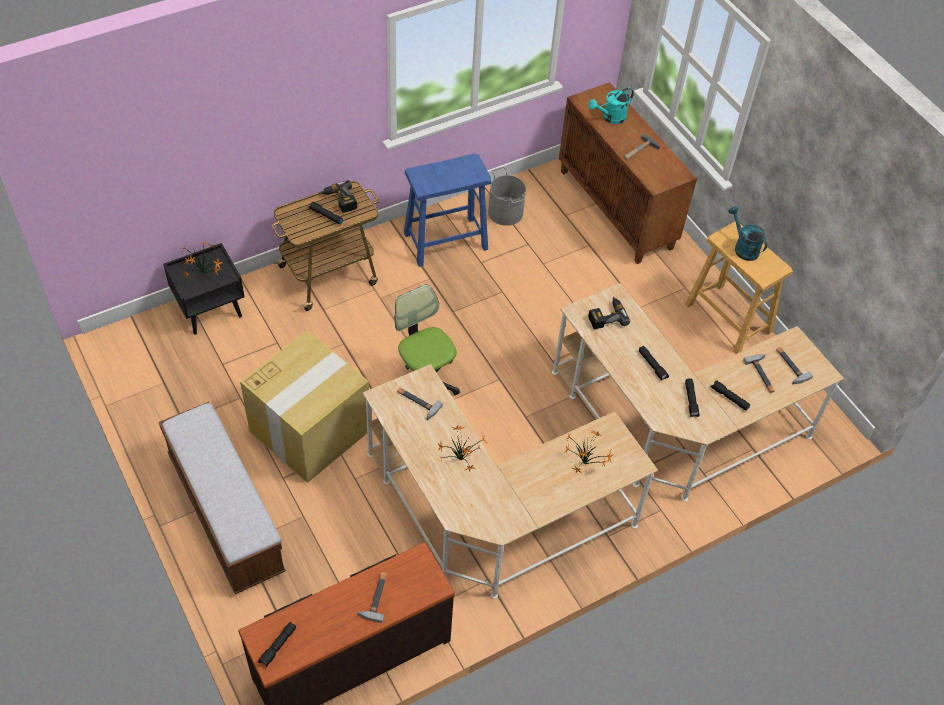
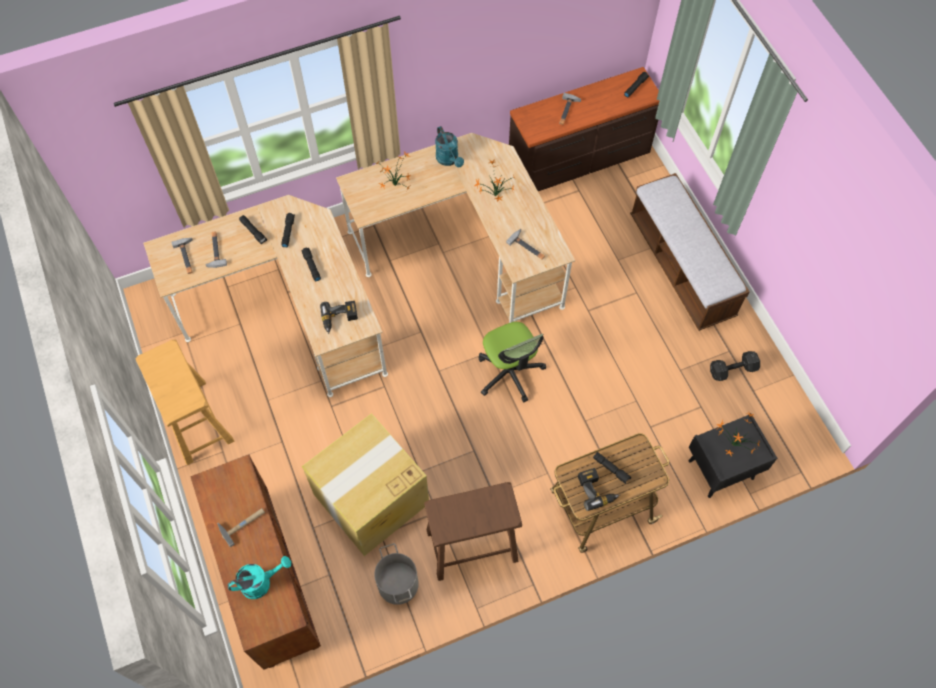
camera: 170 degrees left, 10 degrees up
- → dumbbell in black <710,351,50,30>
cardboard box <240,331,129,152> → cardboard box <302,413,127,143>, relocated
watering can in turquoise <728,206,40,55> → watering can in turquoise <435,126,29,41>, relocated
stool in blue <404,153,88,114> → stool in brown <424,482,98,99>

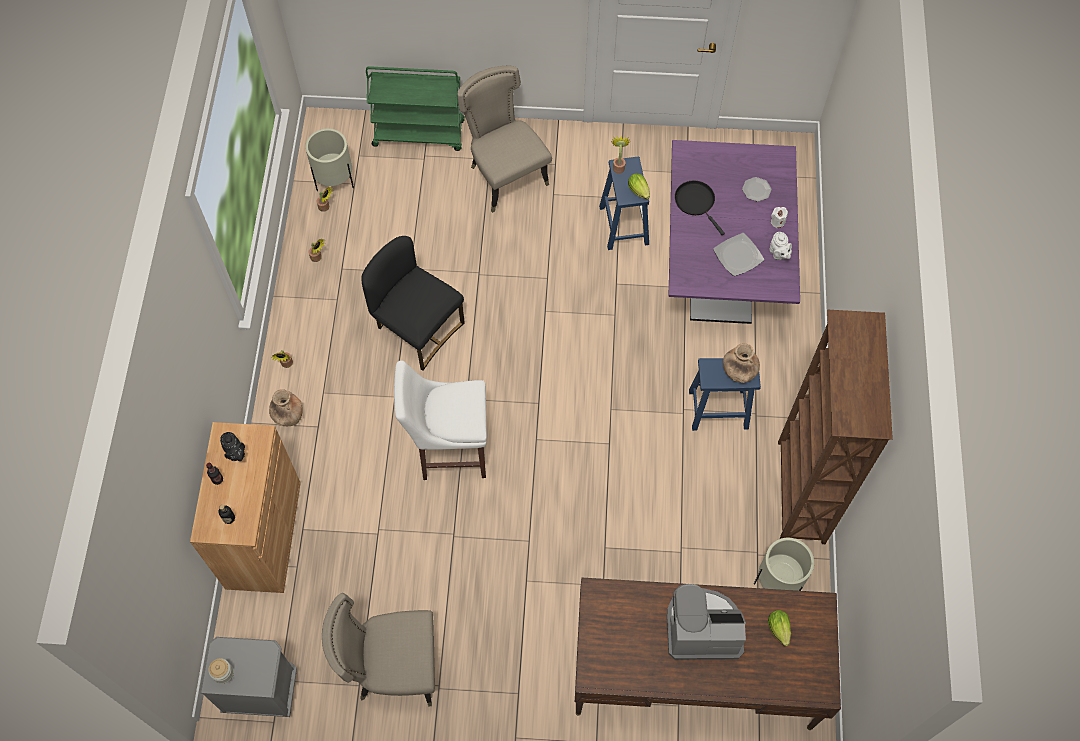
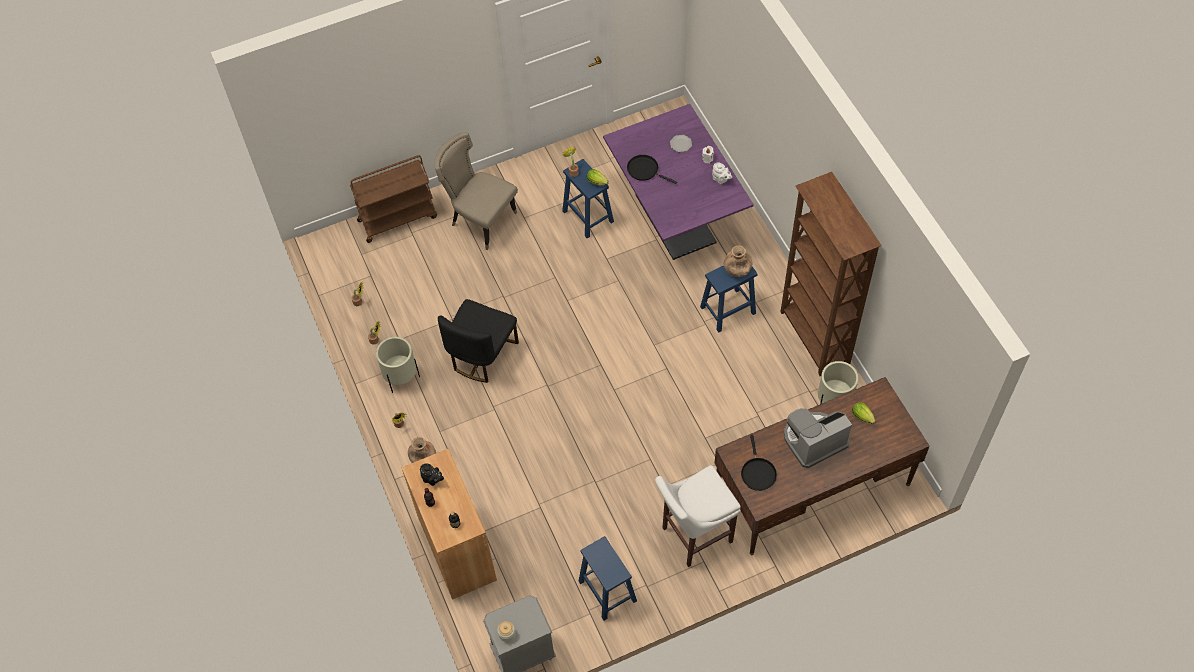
camera: 25 degrees left, 5 degrees down
plate <713,233,51,43> → -
- → frying pan in black <741,435,36,56>
planter in beige <305,128,49,63> → planter in beige <376,337,44,56>, relocated
stool in white <394,361,93,119> → stool in white <655,465,86,102>, relocated
chair in beige <322,593,113,113> → stool in blue <579,536,58,85>
cart in green <366,66,99,85> → cart in brown <350,155,87,88>
chair in black <361,236,104,135> → chair in black <438,299,81,84>, 75 degrees counterclockwise

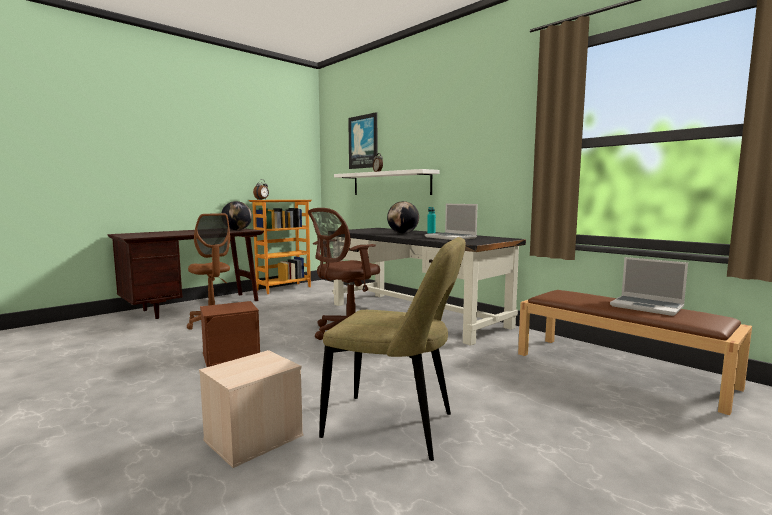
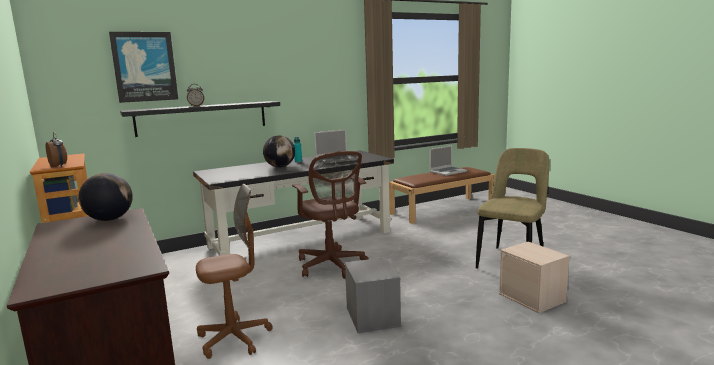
camera: 75 degrees left, 5 degrees up
storage box in brown <200,301,60,66> → storage box in grey <345,257,56,76>
shelf in white <334,169,105,26> → shelf in black <120,101,160,36>

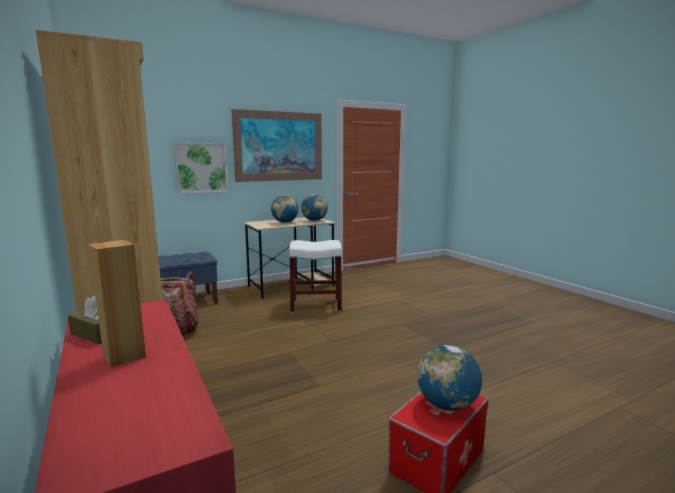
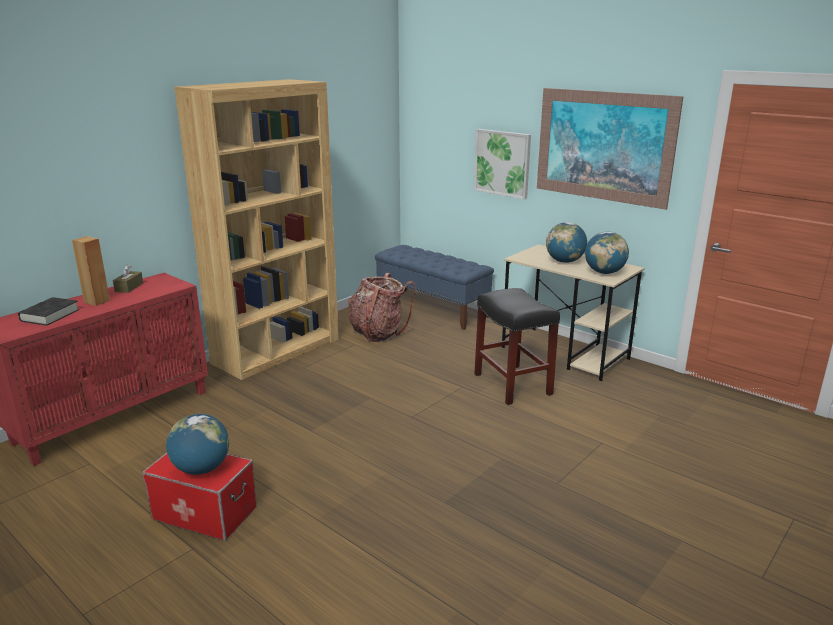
camera: 70 degrees right, 10 degrees up
- → book in black <18,297,61,29>
stool in white <289,240,53,72> → stool in black <474,288,86,117>

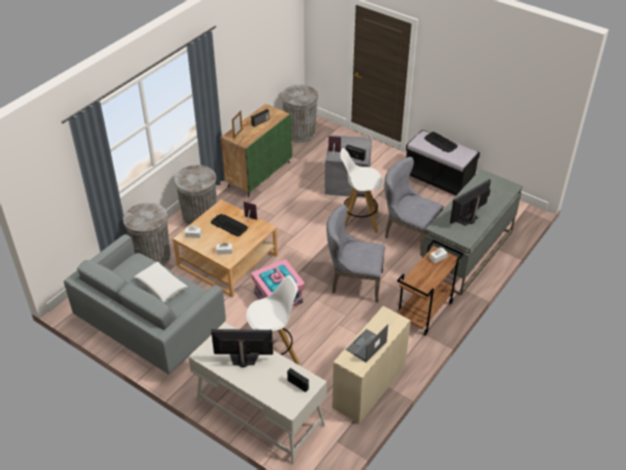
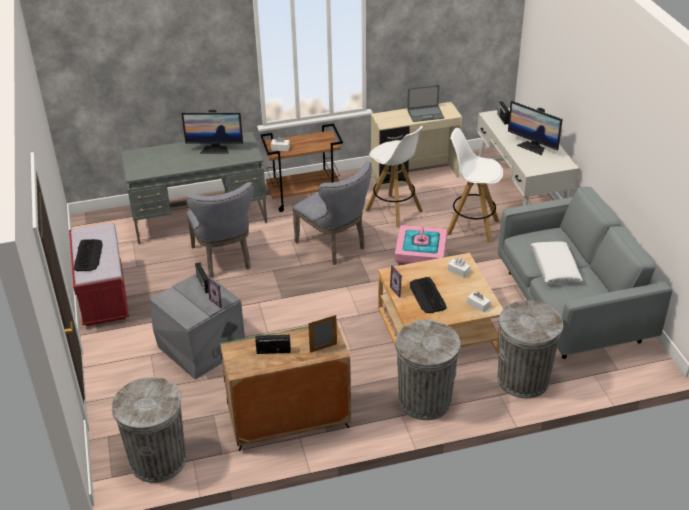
camera: 140 degrees left, 5 degrees down
stool in white <340,148,43,85> → stool in white <365,126,58,102>, relocated
bench in black <406,130,74,66> → bench in red <69,223,60,103>

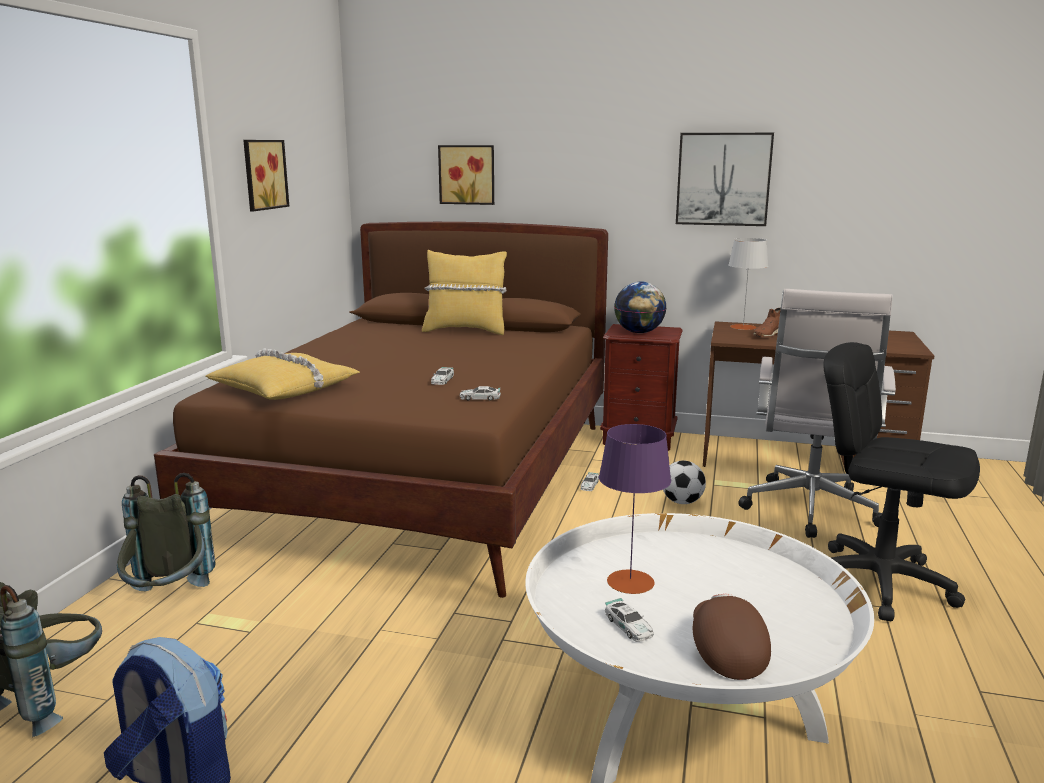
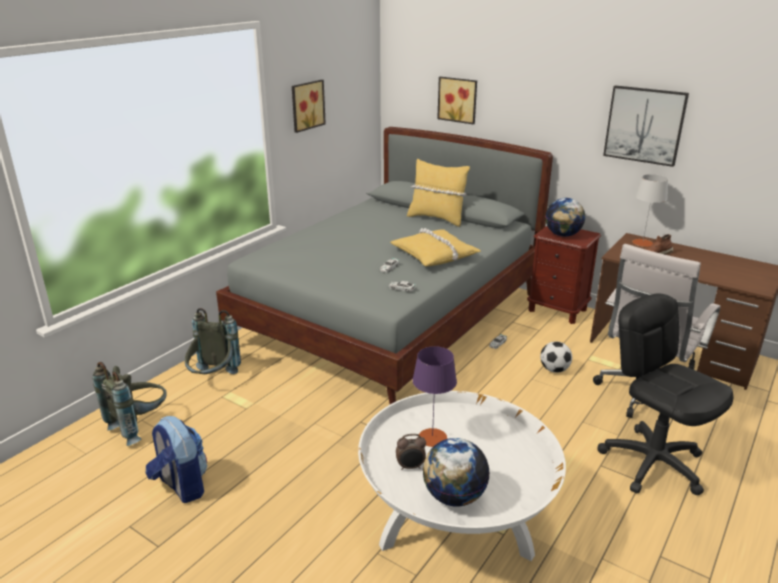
camera: 20 degrees right, 10 degrees up
pillow in yellow <206,348,154,52> → pillow in yellow <390,228,91,38>, relocated
toy car <605,598,49,44> → alarm clock <396,434,30,36>
cap in brown <693,594,78,86> → globe <423,438,67,69>
bed in brown <154,222,454,376> → bed in grey <216,127,337,277>

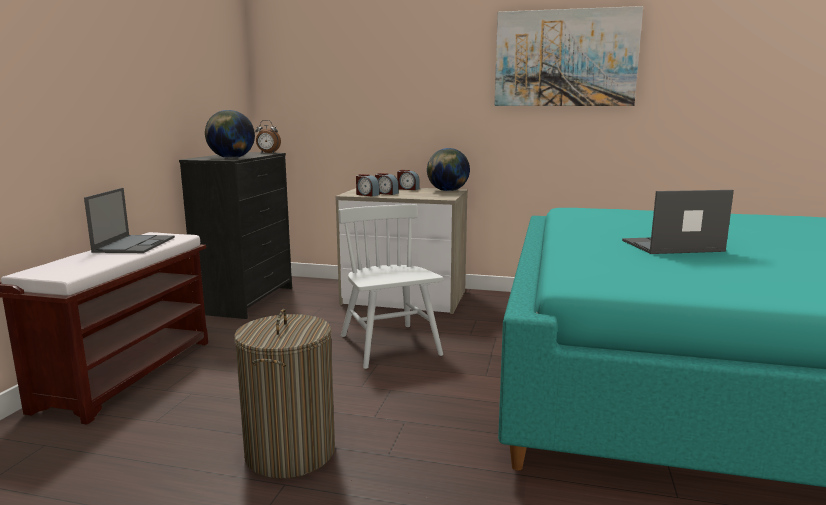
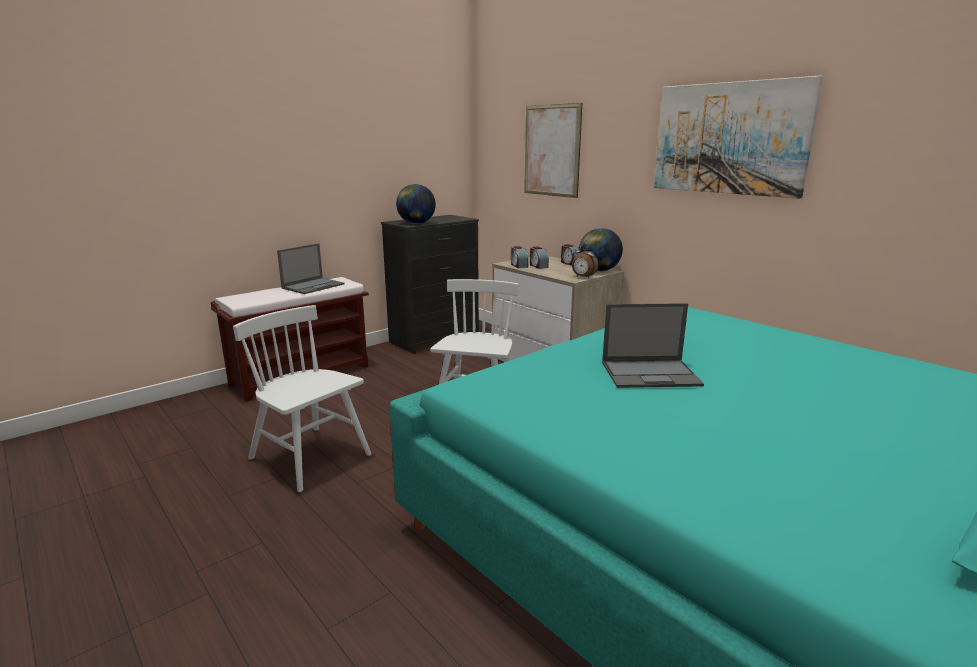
camera: 35 degrees right, 5 degrees up
- → picture <524,103,58,95>
alarm clock <255,120,26,33> → alarm clock <572,243,26,35>, relocated
laundry basket <234,309,101,170> → chair in white <233,305,138,187>
laptop <622,190,112,64> → laptop <602,303,102,85>, 150 degrees clockwise

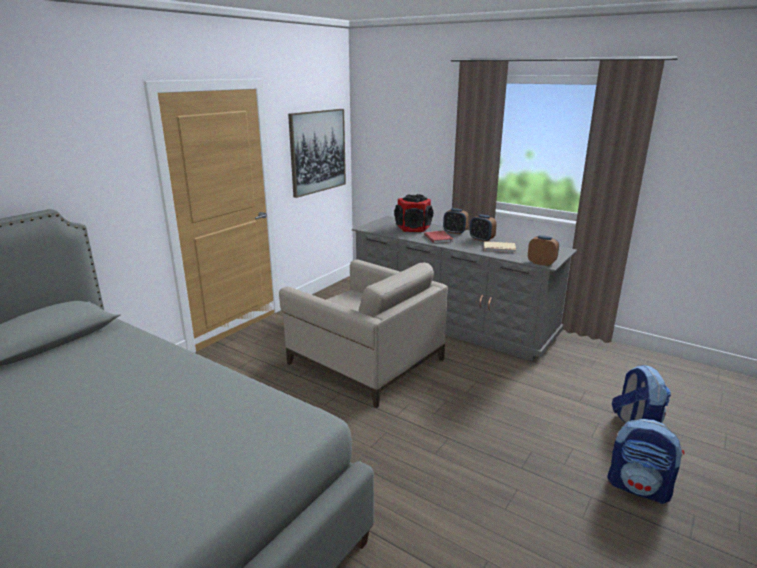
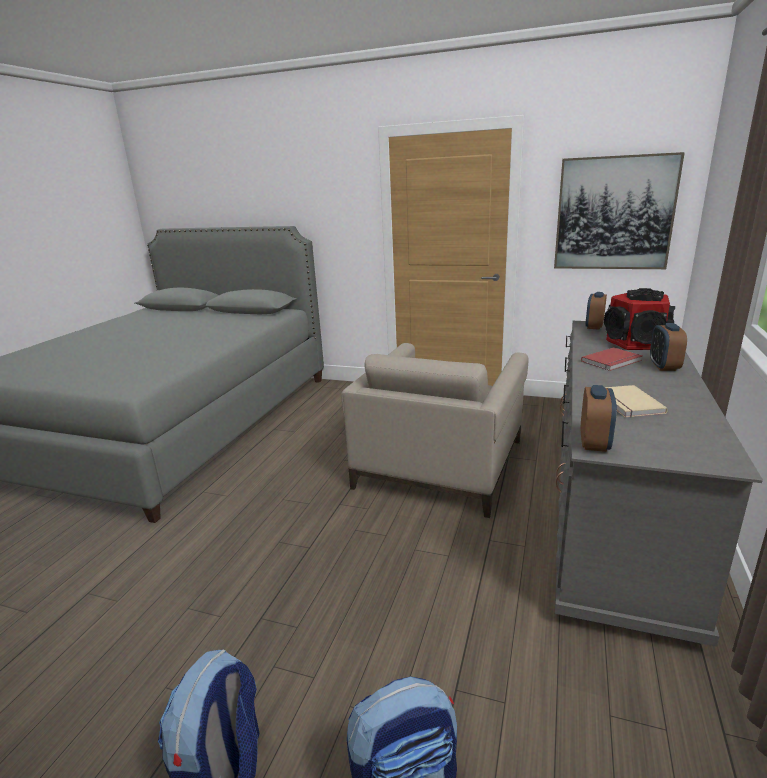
camera: 75 degrees right, 0 degrees up
alarm clock <470,214,27,28> → alarm clock <585,292,22,38>, relocated

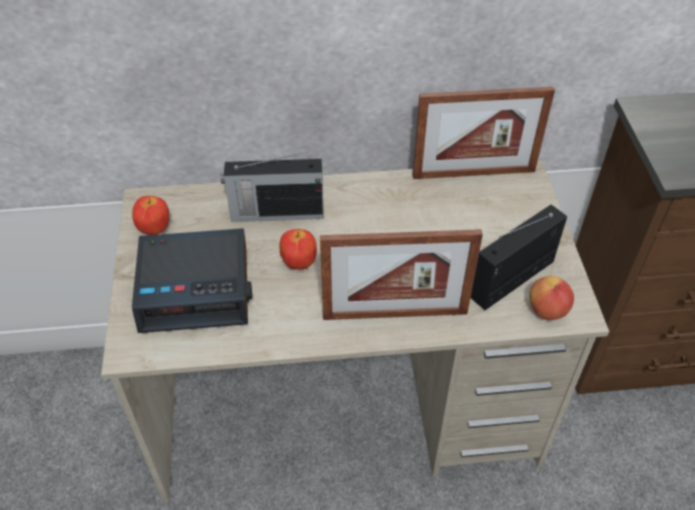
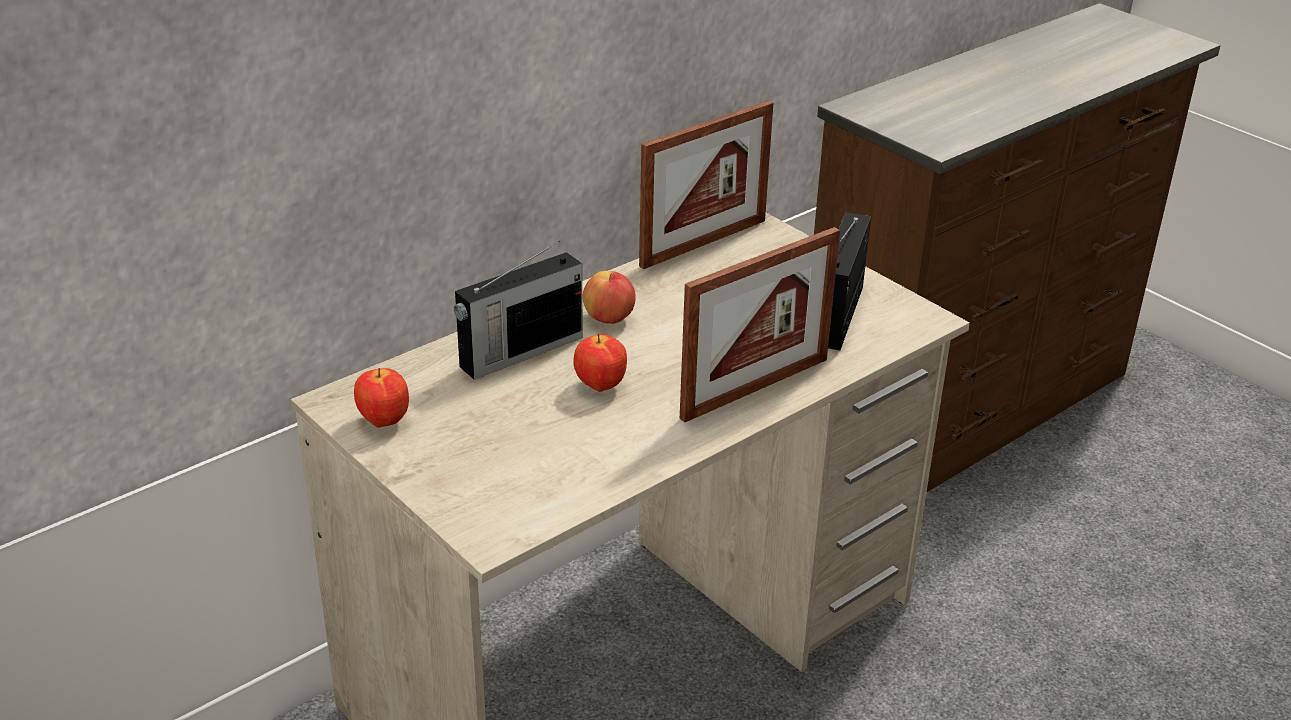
camera: 35 degrees left, 15 degrees down
alarm clock <132,228,120,105> → -
apple <529,276,45,44> → apple <582,271,54,53>, relocated

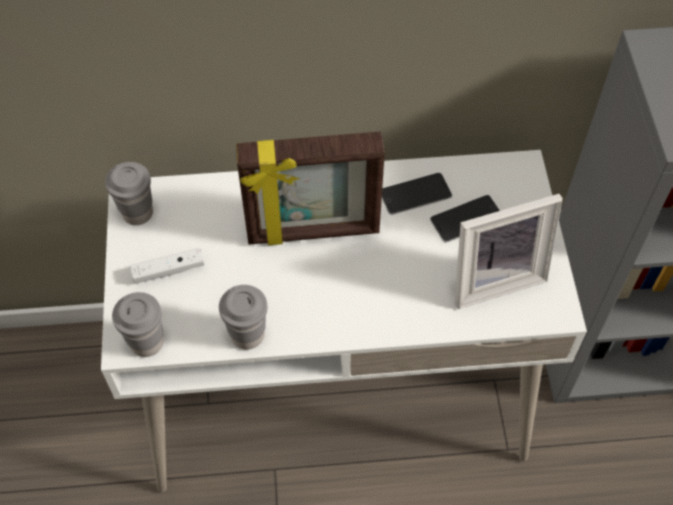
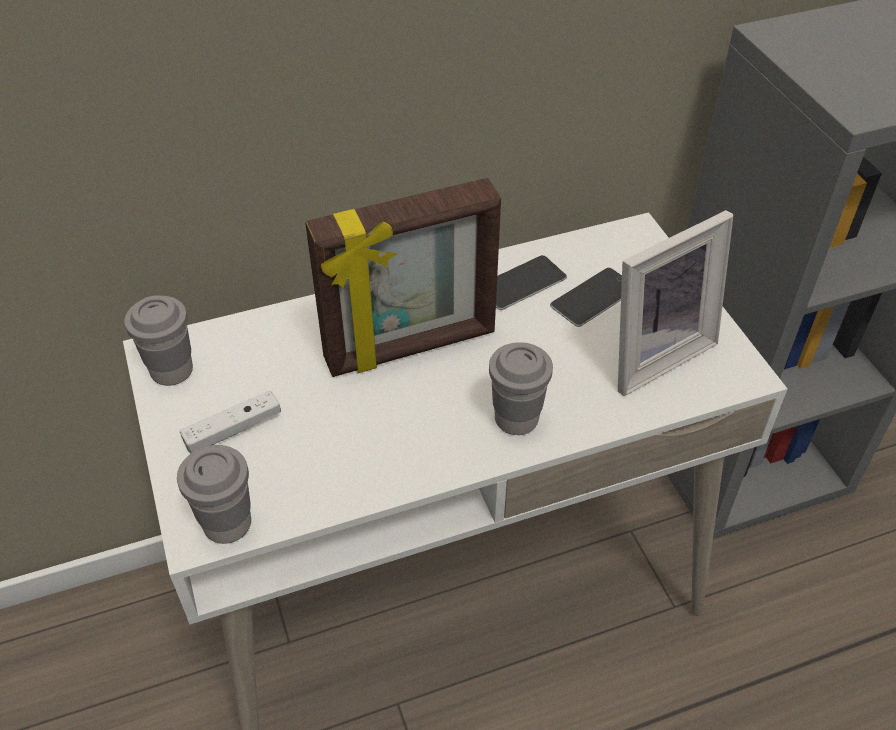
camera: 15 degrees left, 10 degrees down
cup in grey <219,285,48,65> → cup in grey <489,342,64,93>, relocated

